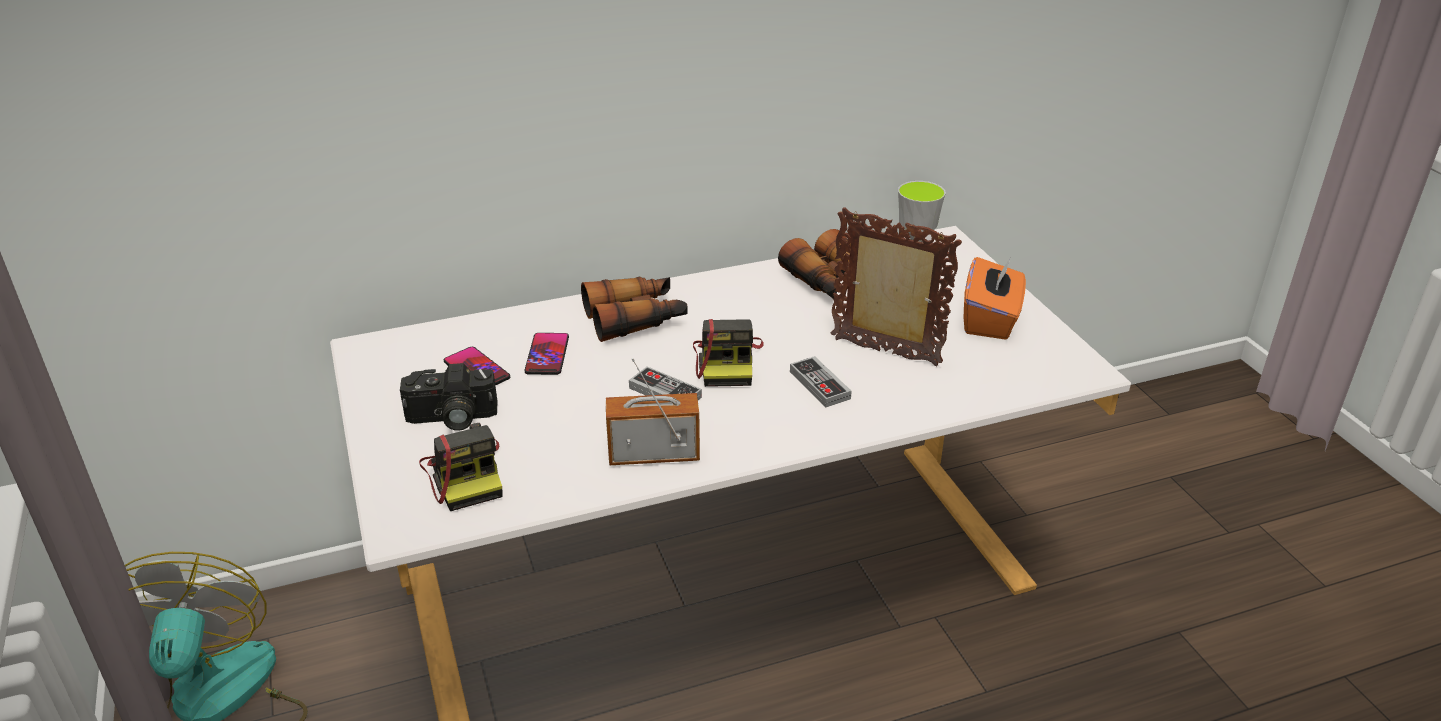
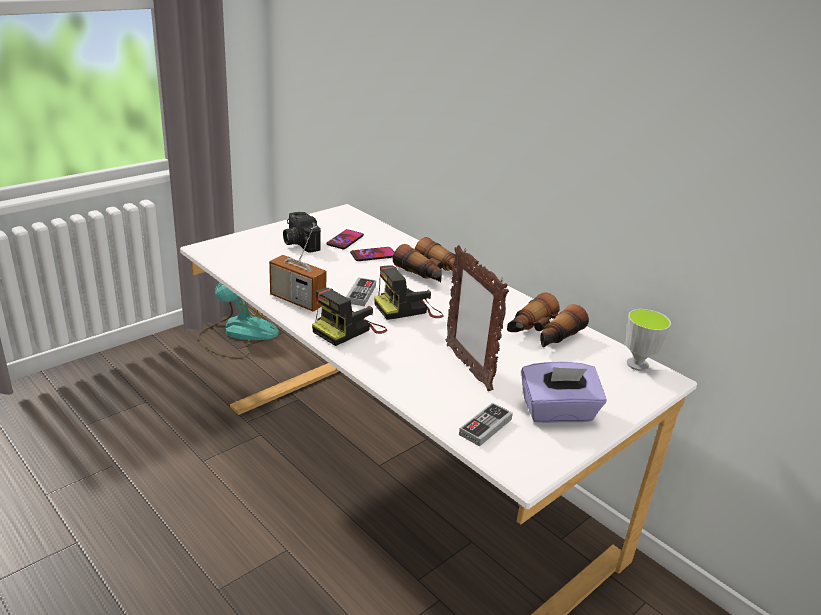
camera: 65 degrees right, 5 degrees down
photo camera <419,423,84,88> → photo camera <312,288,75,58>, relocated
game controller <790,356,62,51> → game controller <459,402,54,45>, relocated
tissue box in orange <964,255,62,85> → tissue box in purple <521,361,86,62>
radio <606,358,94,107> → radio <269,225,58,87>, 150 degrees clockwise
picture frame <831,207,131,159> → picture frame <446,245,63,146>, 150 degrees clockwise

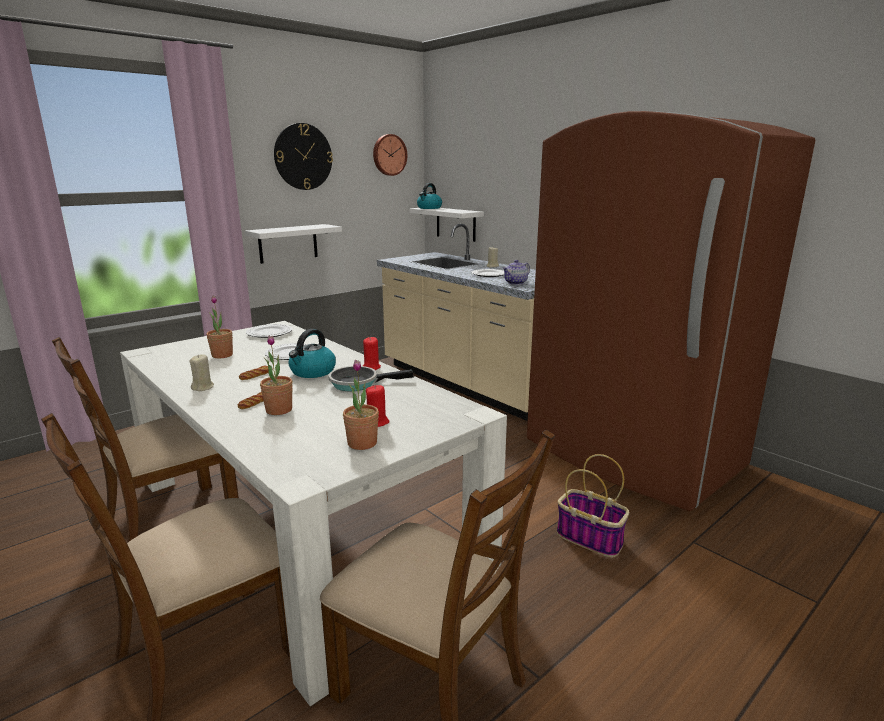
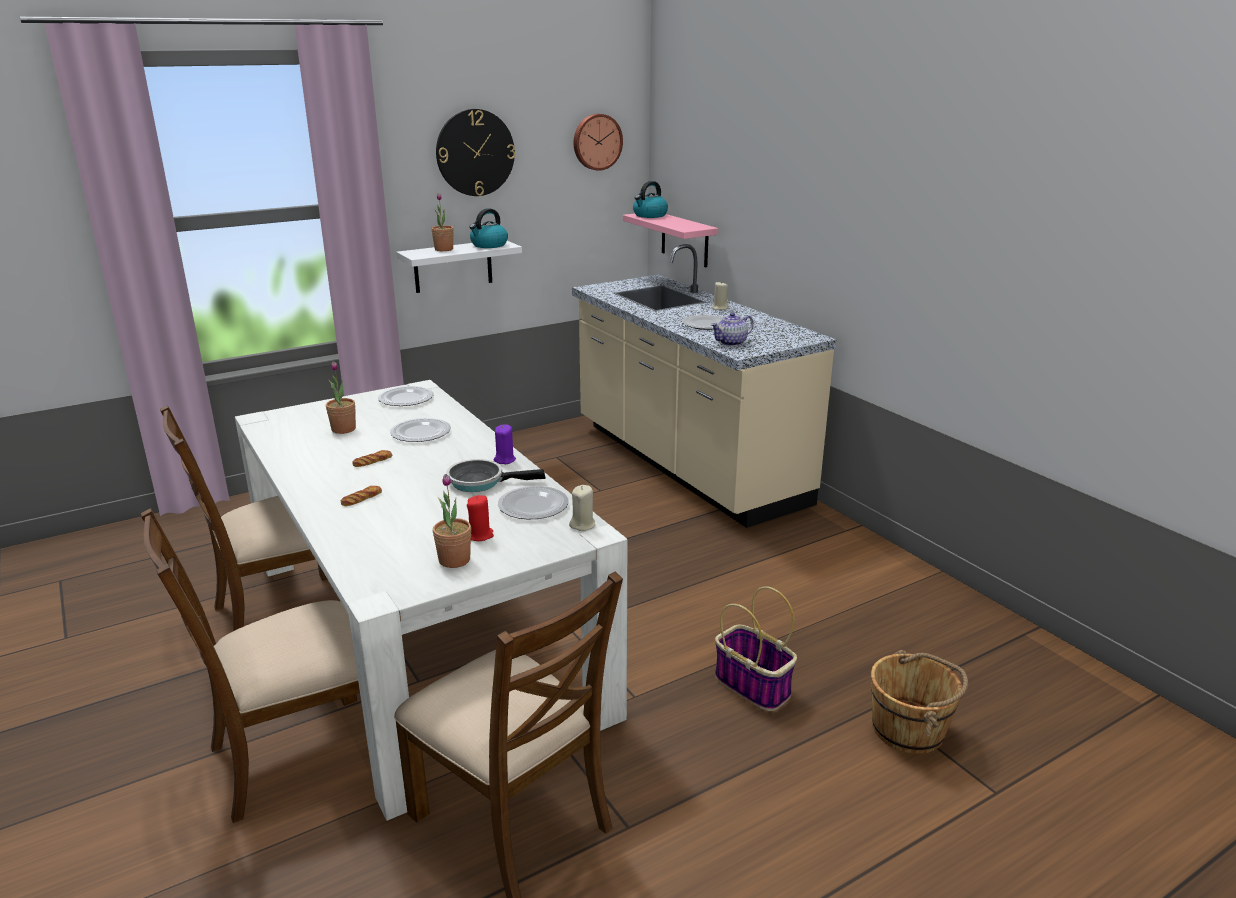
camera: 10 degrees right, 5 degrees up
fridge in brown <527,111,288,400> → -
- → plate <498,486,71,33>
- → bucket in brown <871,650,97,104>
candle in beige <190,354,24,37> → candle in beige <569,485,26,46>, relocated
potted plant <260,335,33,80> → potted plant <431,193,23,58>, relocated
kettle <289,329,47,49> → kettle <469,208,39,40>, relocated
candle in red <363,337,18,33> → candle in purple <494,424,22,40>
shelf in white <409,208,75,34> → shelf in pink <623,213,95,54>

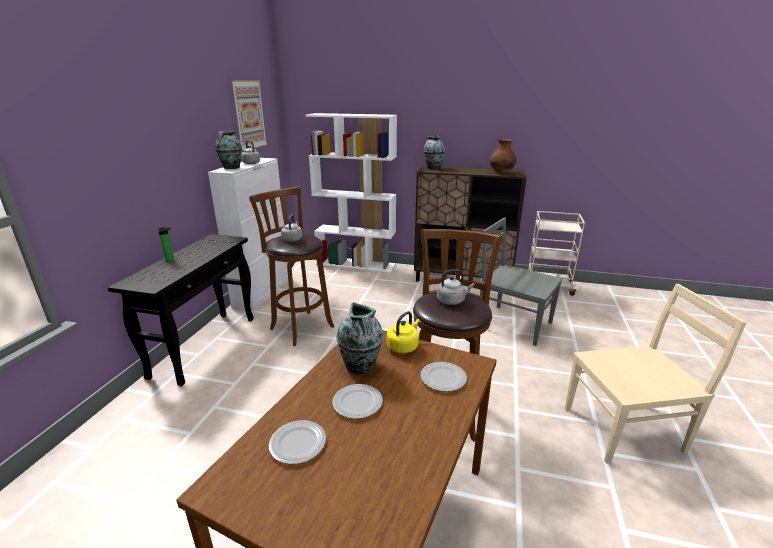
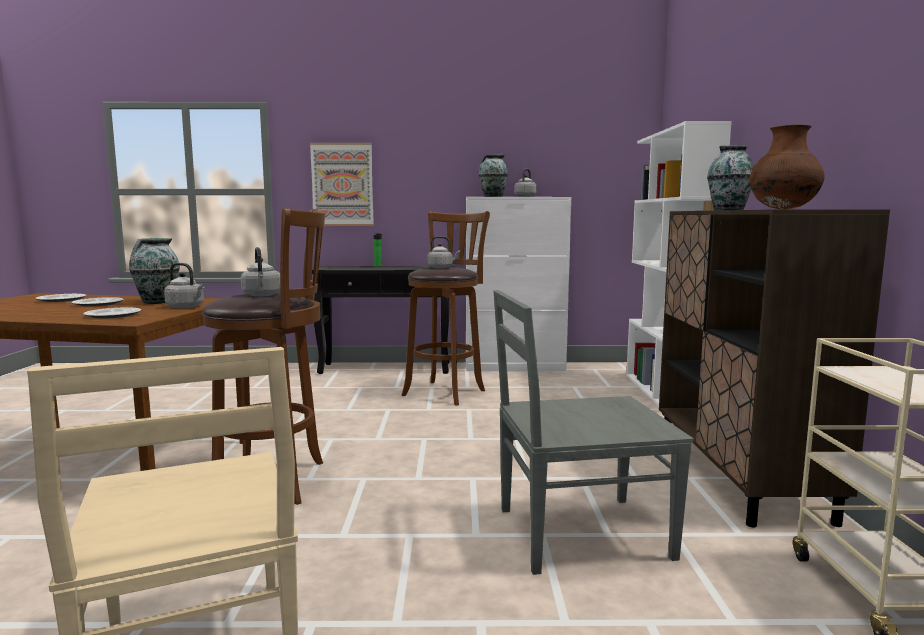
camera: 75 degrees right, 15 degrees down
picture <231,80,36,72> → picture <310,143,64,83>, relocated
kettle in yellow <386,311,34,42> → kettle in grey <164,263,41,45>
chair in grey <480,218,83,128> → chair in grey <493,290,201,285>, 120 degrees counterclockwise

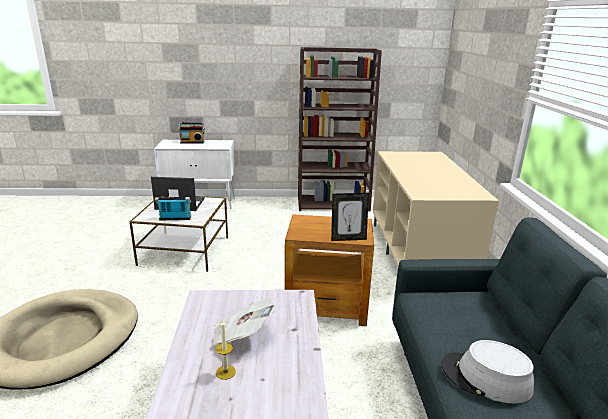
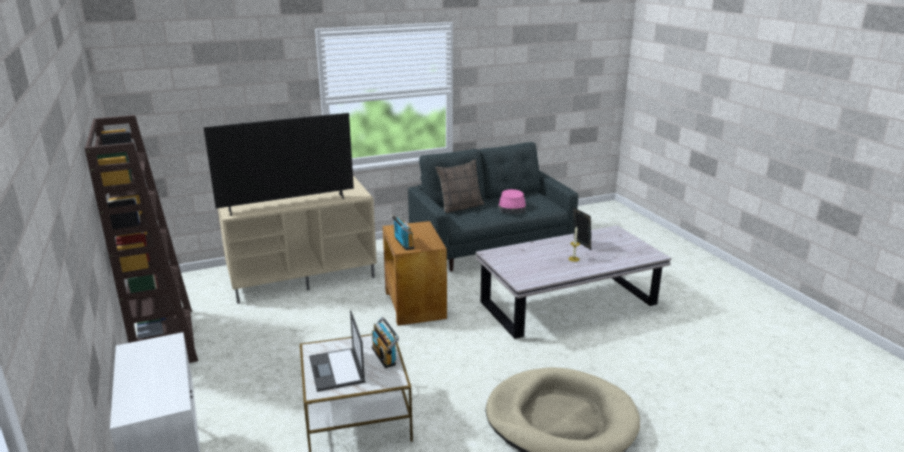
camera: 110 degrees left, 0 degrees up
newspaper <212,299,63,47> → -
- → television <204,113,150,103>
- → pillow <436,159,48,54>
radio <178,122,27,22> → radio <391,215,23,35>, relocated
picture frame <331,193,38,48> → picture frame <573,207,18,43>, relocated
hat in grey <441,340,93,63> → hat in pink <499,189,27,25>

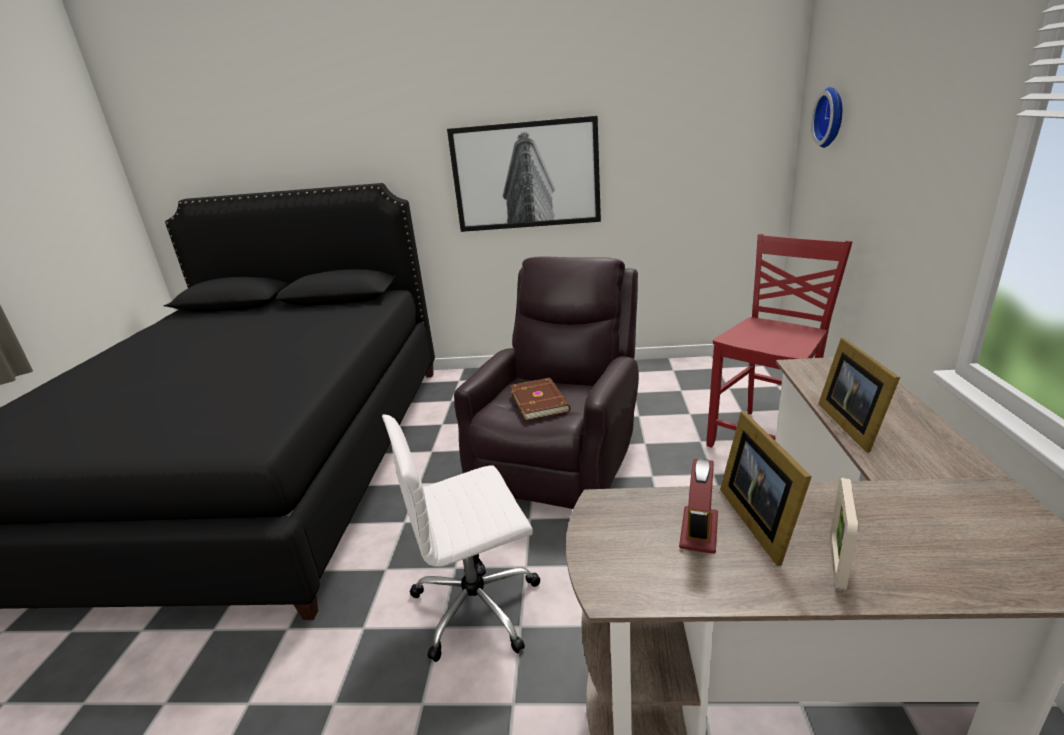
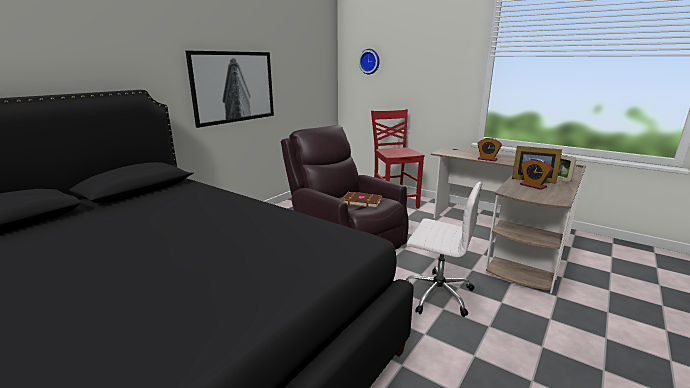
camera: 60 degrees left, 5 degrees down
picture frame <818,338,82,115> → alarm clock <478,137,24,24>
office chair in white <382,414,158,248> → office chair in white <405,182,78,135>, 75 degrees counterclockwise

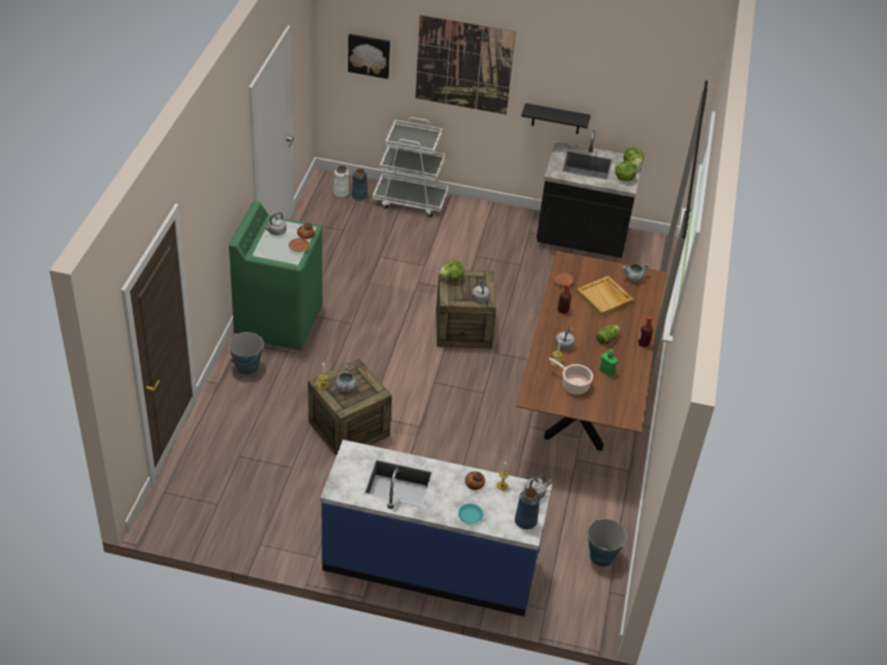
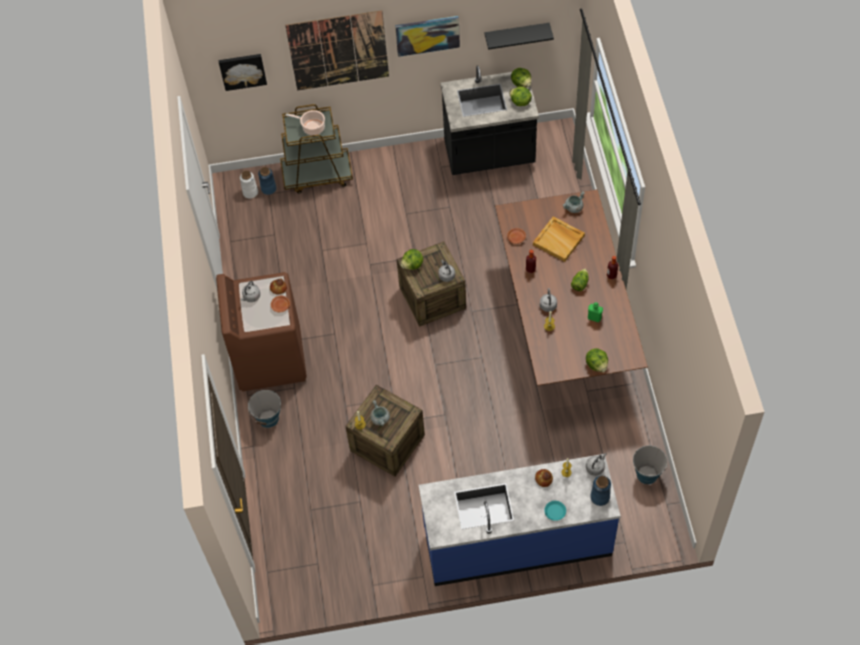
camera: 15 degrees left, 15 degrees up
- → picture <395,16,65,41>
- → lettuce <586,348,22,24>
shelf in black <521,103,70,31> → shelf in black <484,23,70,27>, relocated
cooking pot <549,357,44,37> → cooking pot <286,110,39,26>, relocated
washing machine in green <229,201,93,149> → washing machine in brown <216,272,91,120>
cart in white <372,117,77,100> → cart in brown <280,104,73,90>

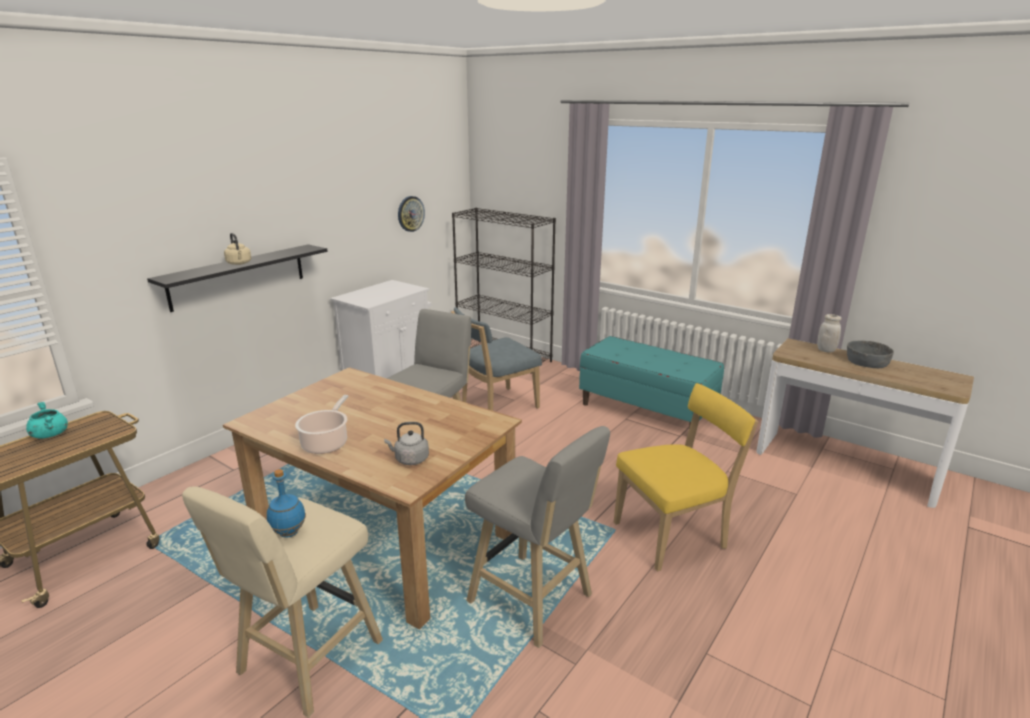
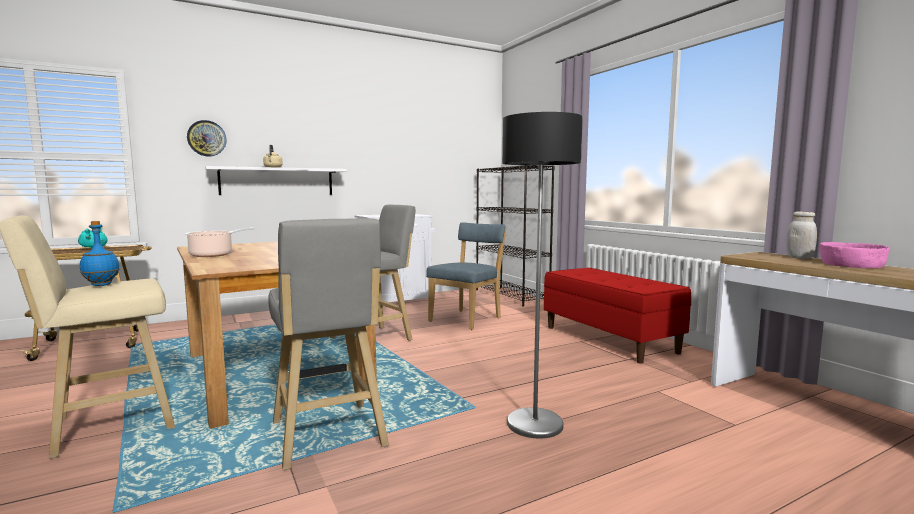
camera: 25 degrees right, 15 degrees down
kettle in grey <384,422,45,43> → -
wall clock <398,196,27,36> → wall clock <187,120,40,36>, relocated
chair in yellow <614,383,144,188> → floor lamp <502,112,81,327>
shelf in black <147,244,181,68> → shelf in white <205,166,142,29>
bench in turquoise <579,336,145,92> → bench in red <544,268,147,96>
bowl in grey <847,340,47,28> → bowl in pink <820,242,70,26>
chair in blue <451,307,91,104> → chair in blue <426,222,80,108>, 135 degrees clockwise

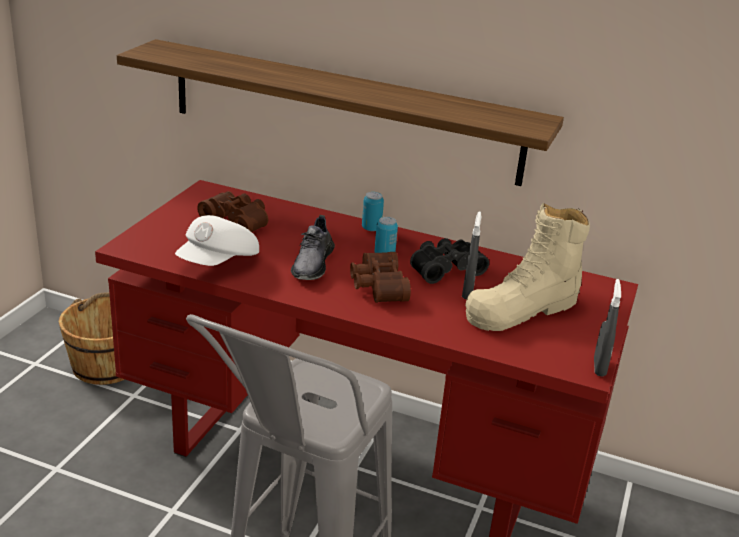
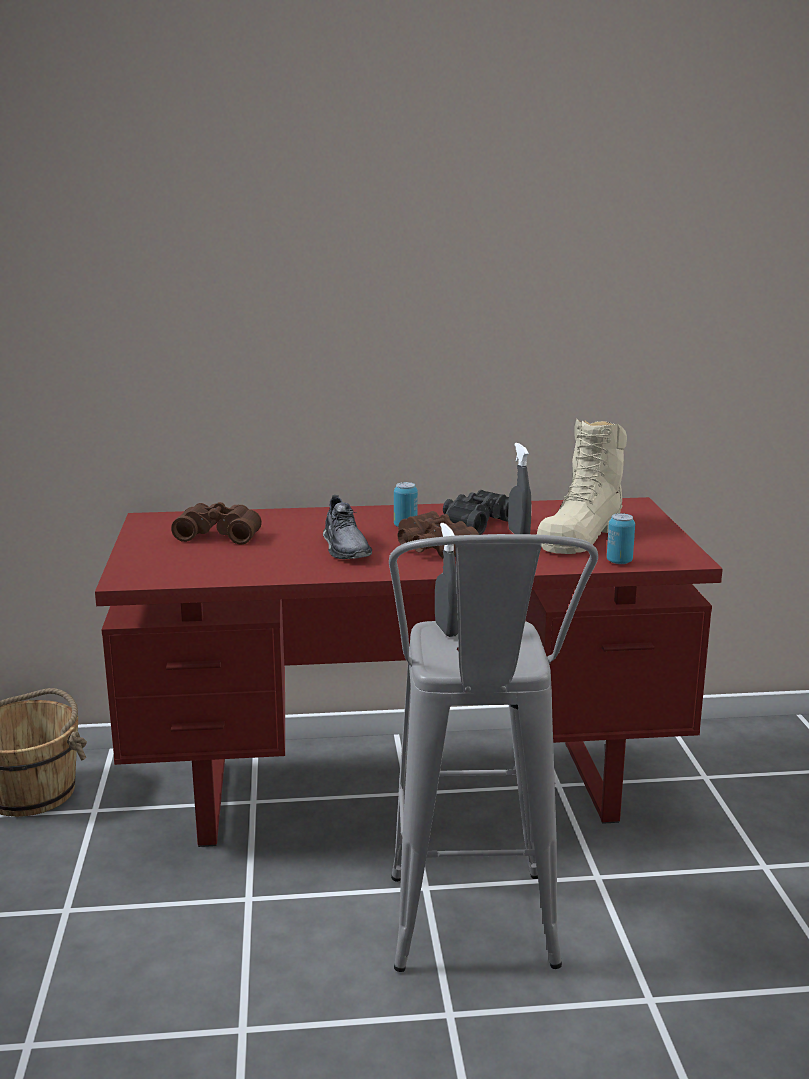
camera: 25 degrees left, 10 degrees down
shelf <117,39,447,147> → -
cap in white <175,215,84,51> → -
can <362,192,22,39> → can <607,513,28,51>, relocated
spray bottle in grey <594,279,27,98> → spray bottle in grey <435,523,23,114>, relocated

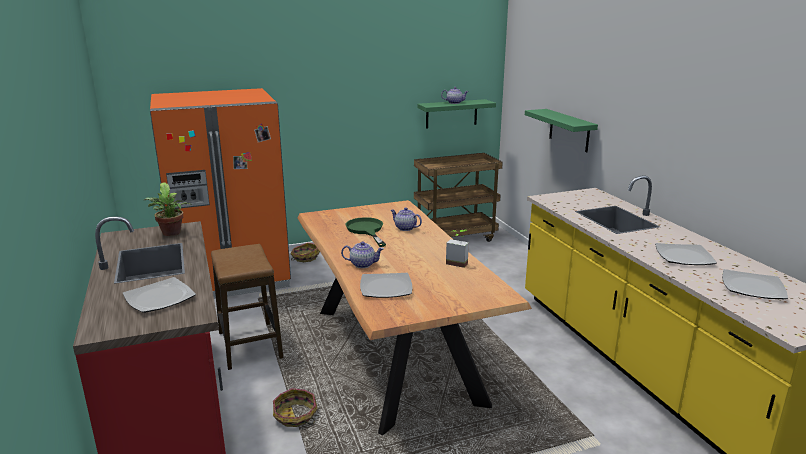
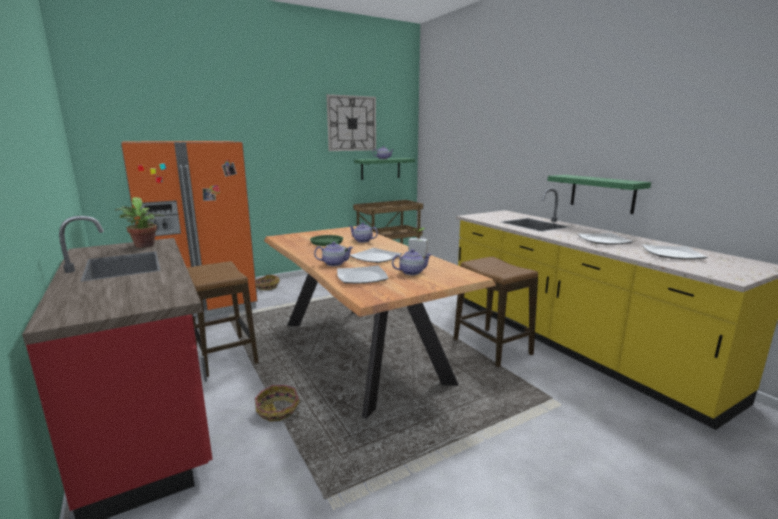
camera: 10 degrees left, 5 degrees down
- → wall clock <326,94,50,57>
- → teapot <392,249,40,26>
- → stool <454,257,84,110>
plate <123,277,73,36> → plate <350,248,52,15>, relocated
shelf in green <525,109,73,43> → shelf in green <547,175,104,39>, relocated

